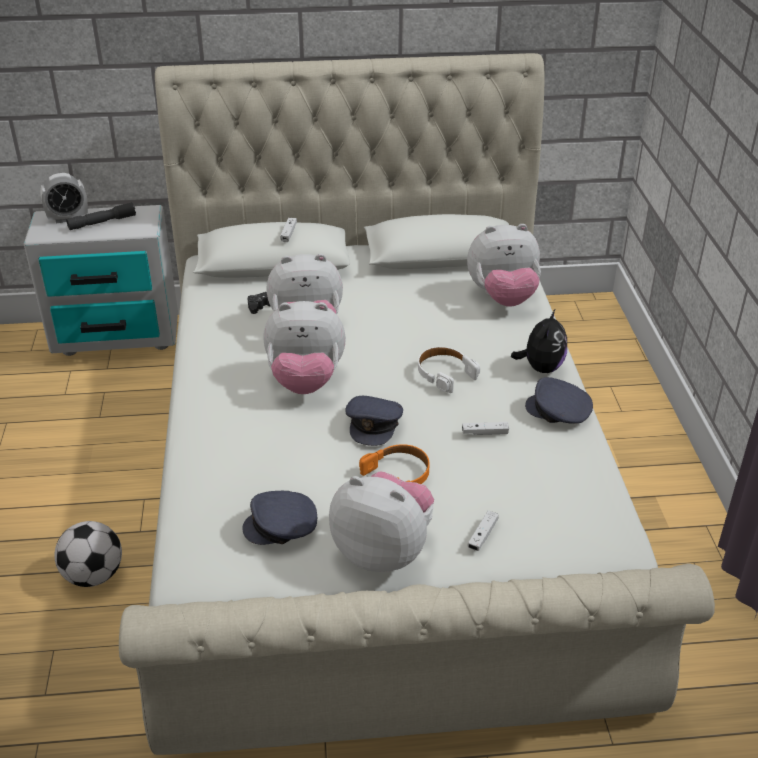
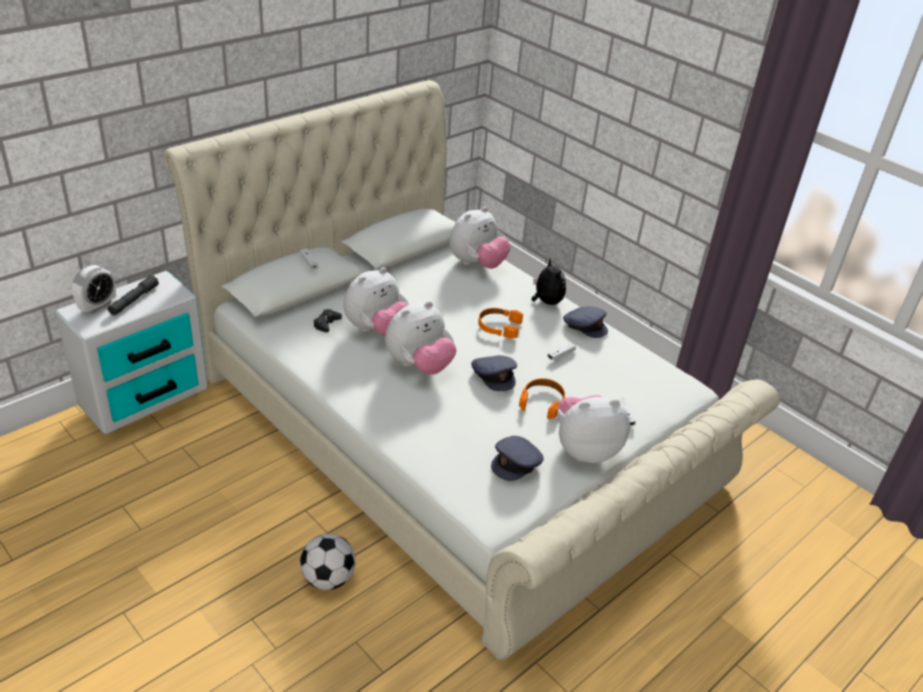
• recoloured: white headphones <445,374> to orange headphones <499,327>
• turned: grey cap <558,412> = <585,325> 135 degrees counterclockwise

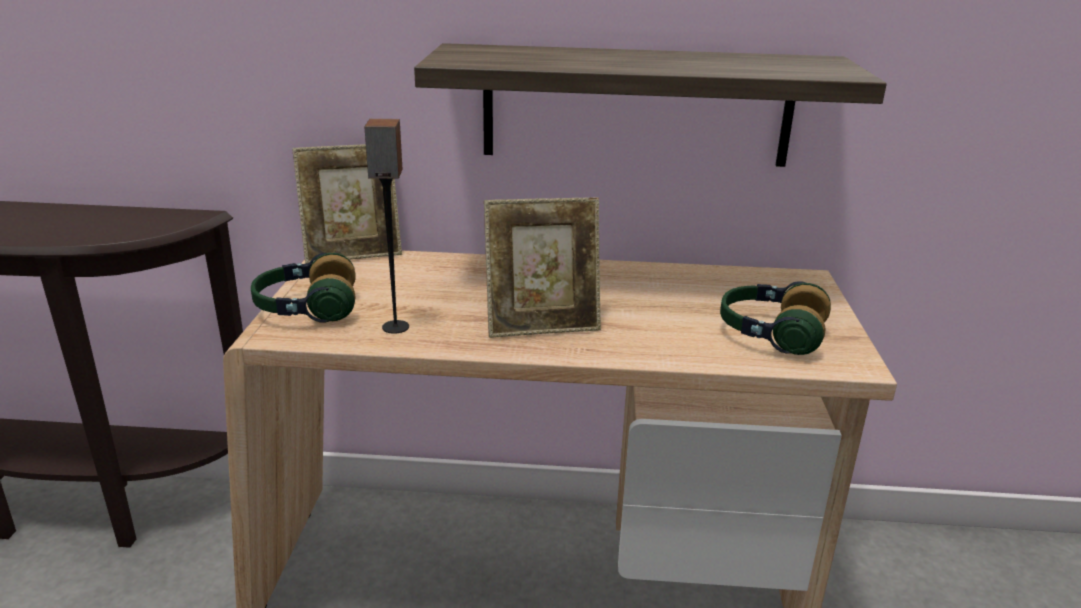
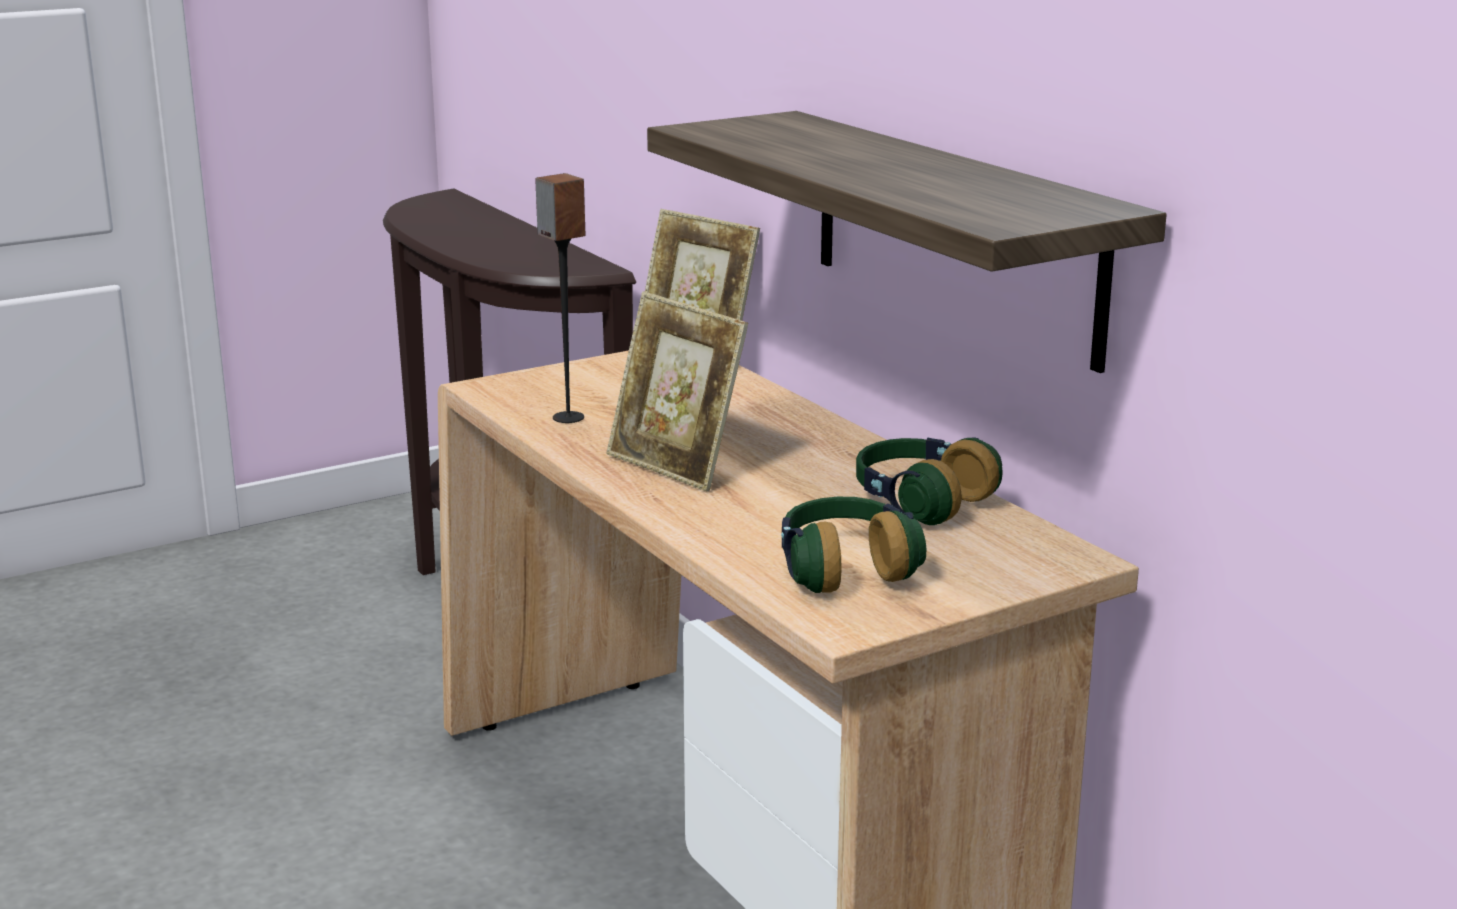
• moved: headphones <306,310> to <920,502>

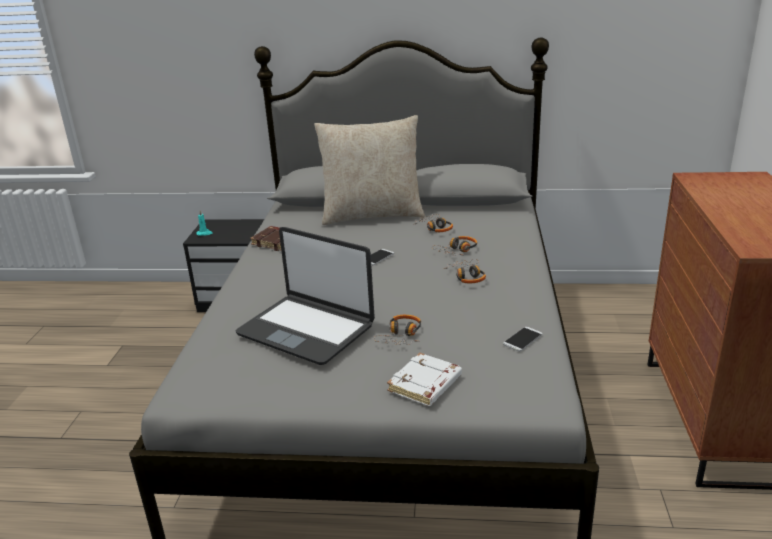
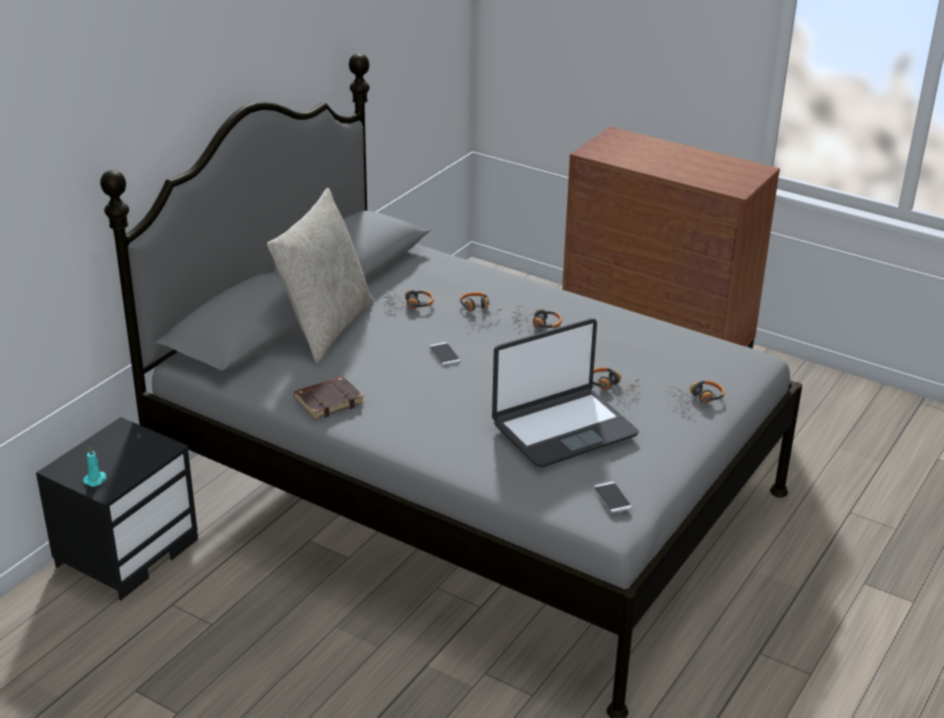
• moved: phone <523,339> to <612,498>
• replaced: white book <425,385> to headphones <697,399>

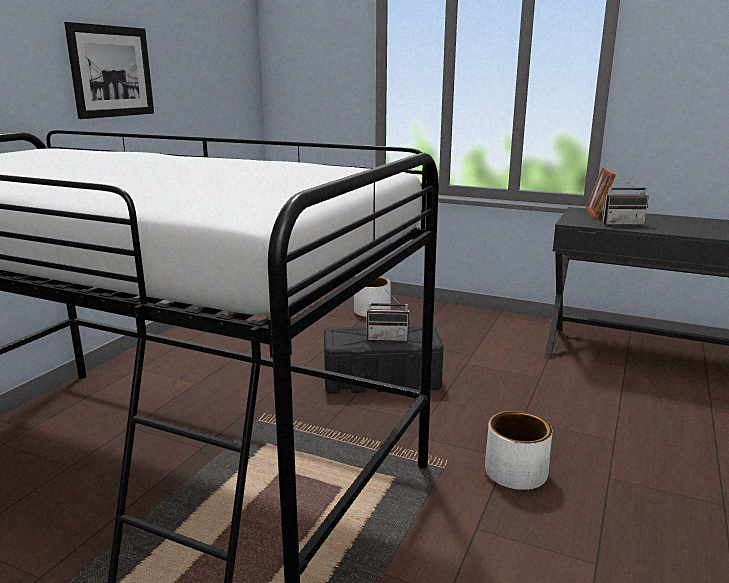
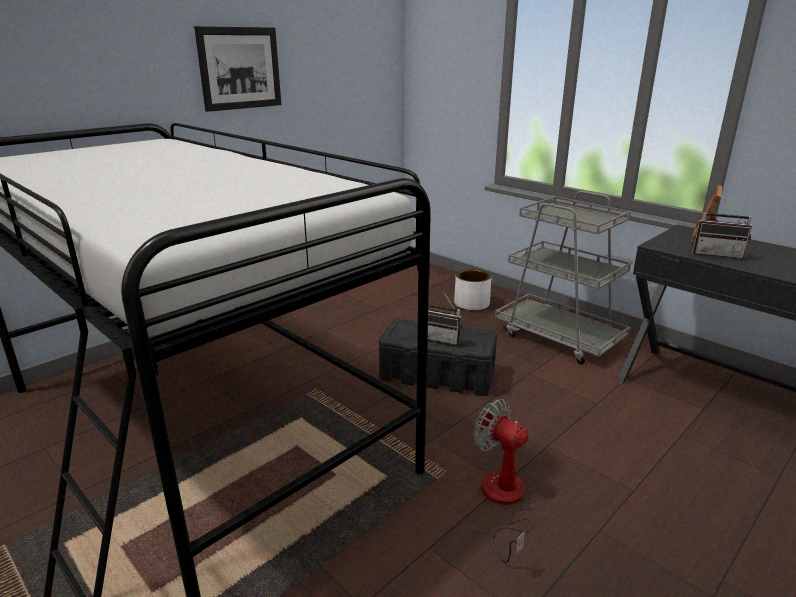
• replaced: white planter <516,473> to fan <504,501>
• added: grey cart <559,337>

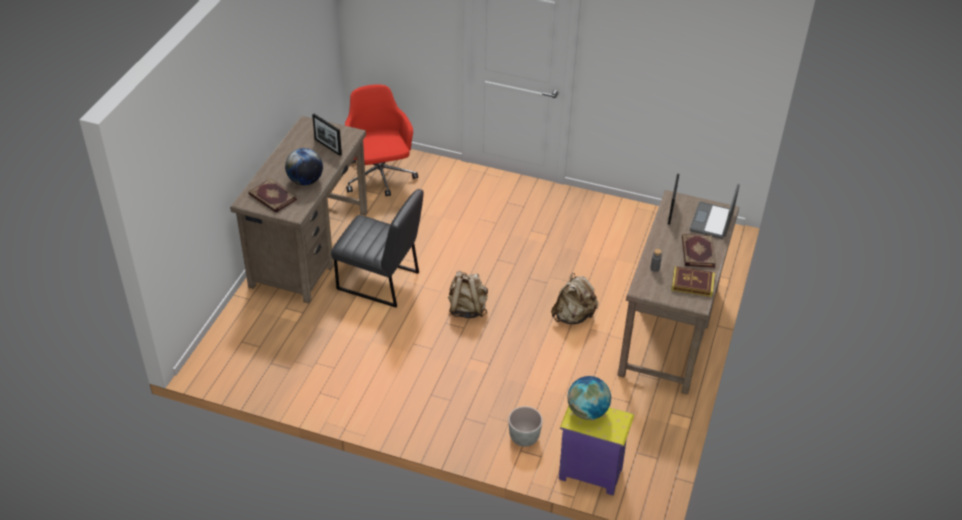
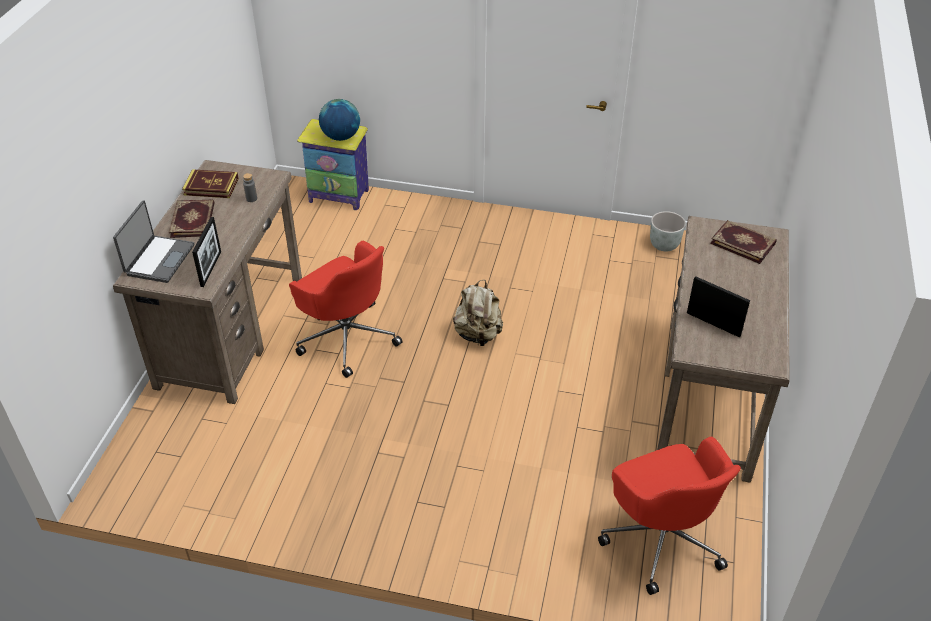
• removed: globe <305,181>
• removed: grey chair <380,281>
• replaced: beige backpack <573,316> to red office chair <347,337>
• moved: grey planter <524,438> to <663,245>

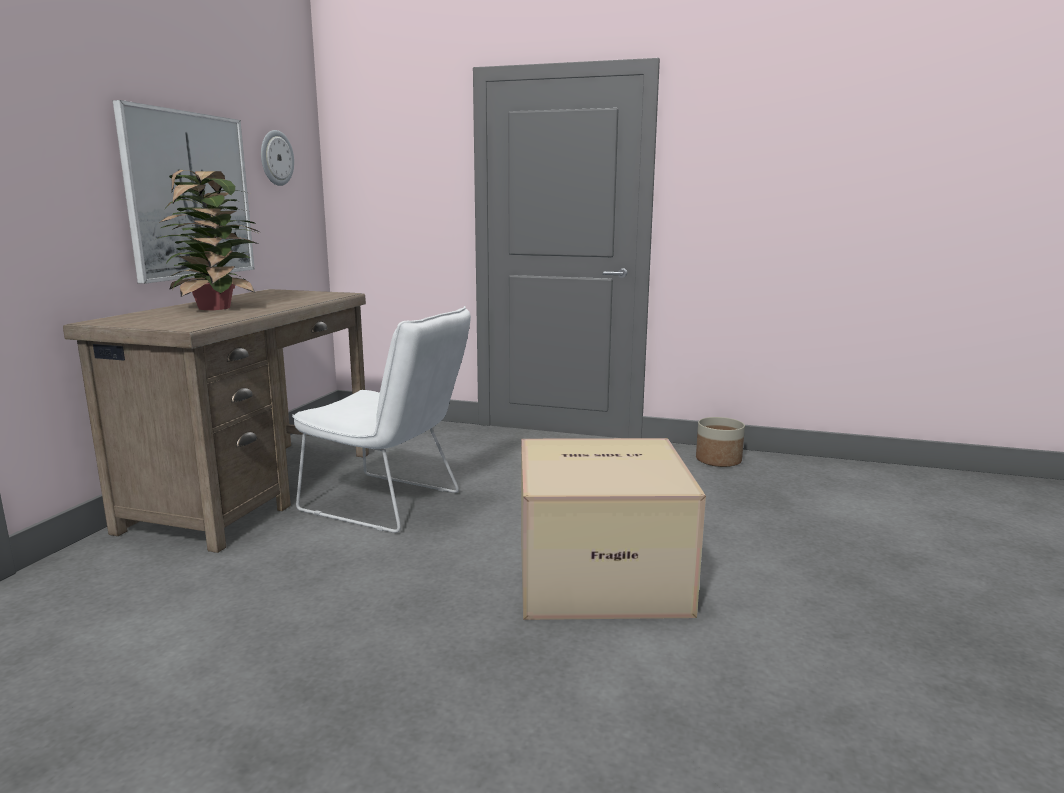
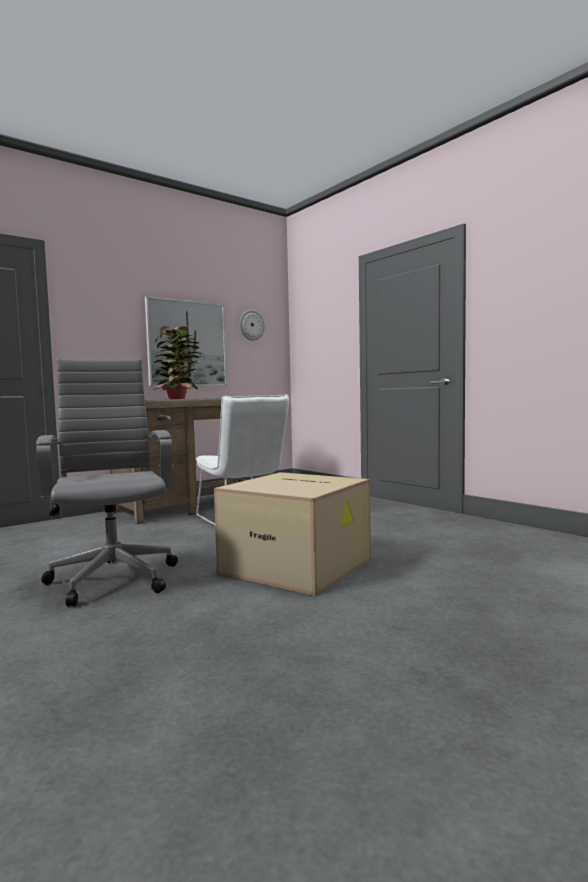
• removed: planter <719,460>
• added: grey office chair <113,578>

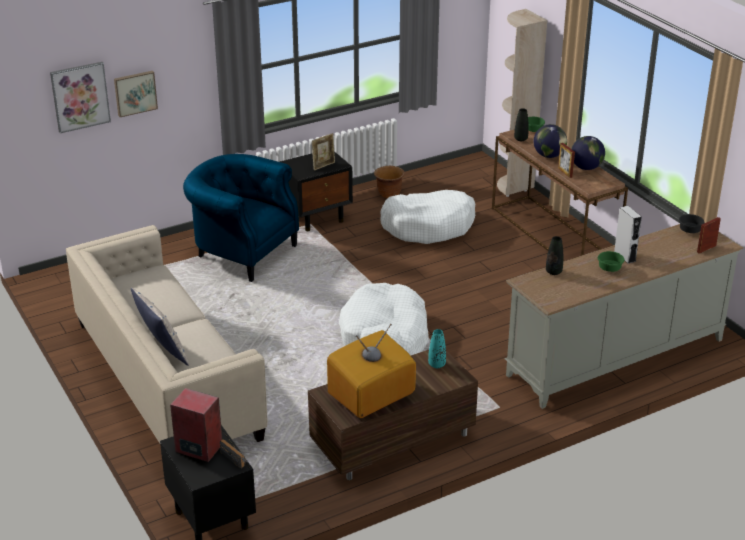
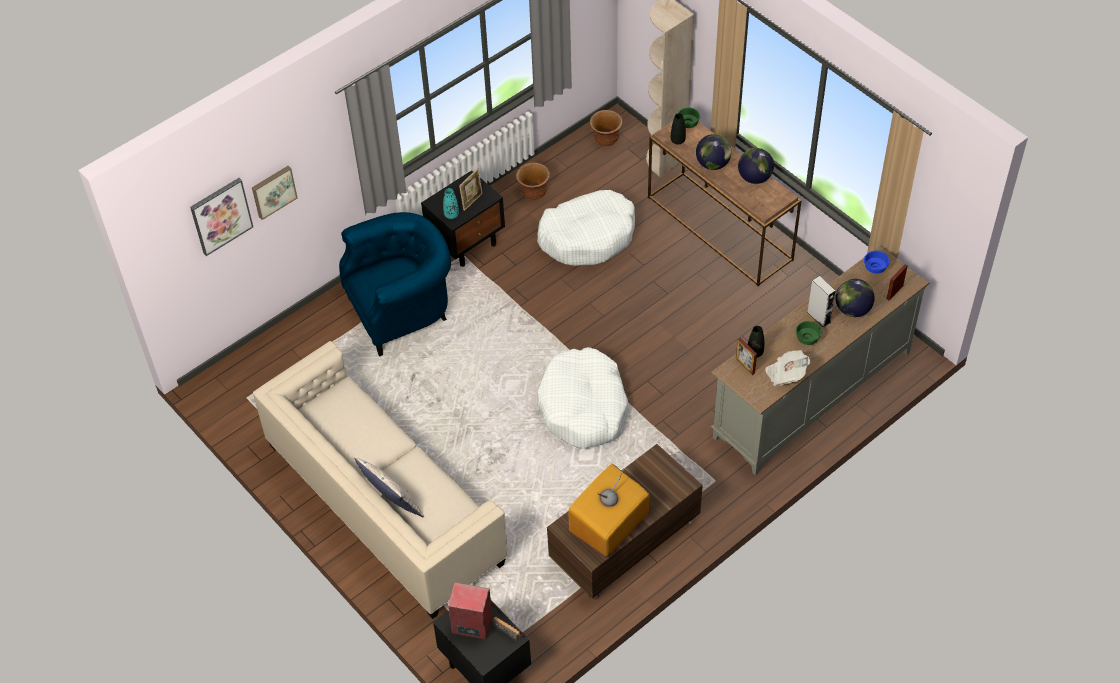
• moved: picture frame <565,172> to <745,366>
• turned: blue armchair <241,253> = <403,311> 135 degrees clockwise
• recoloured: black bowl <690,230> to blue bowl <875,267>
• moved: turquoise vase <436,365> to <451,215>
• added: brown planter <606,140>
• added: globe <852,309>
• added: newspaper <786,374>

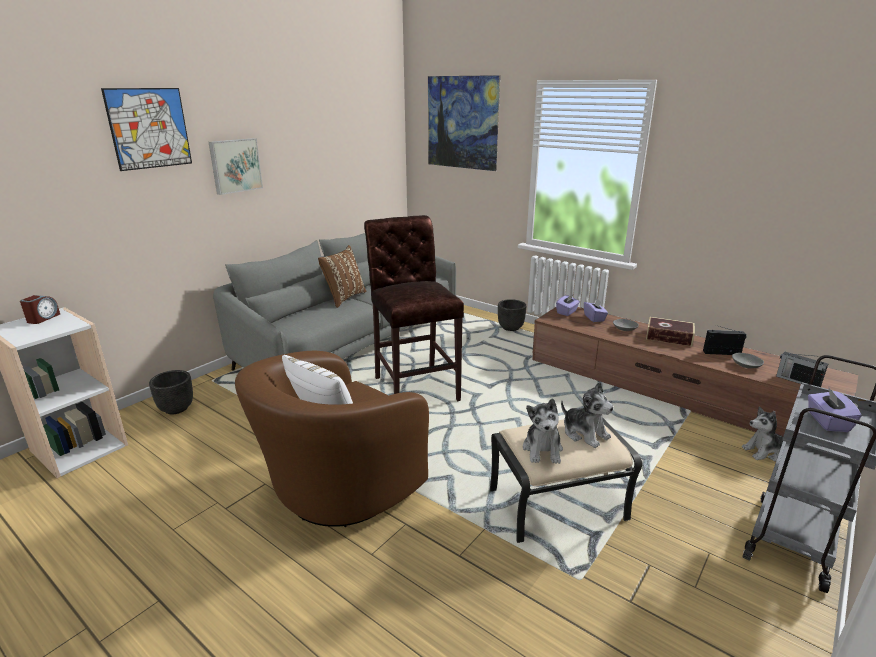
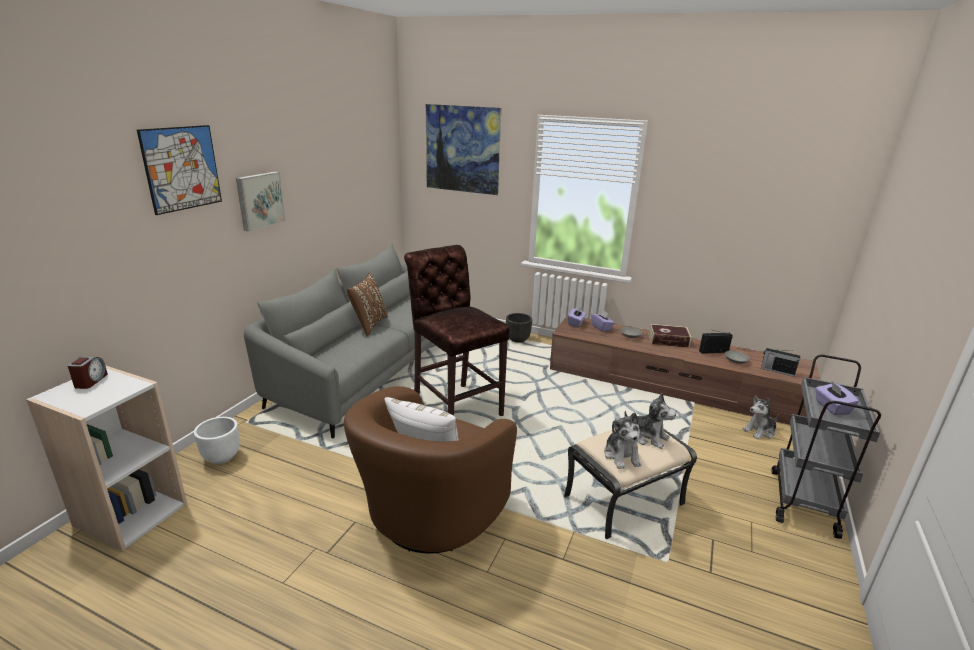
• recoloured: black planter <176,408> to white planter <221,457>

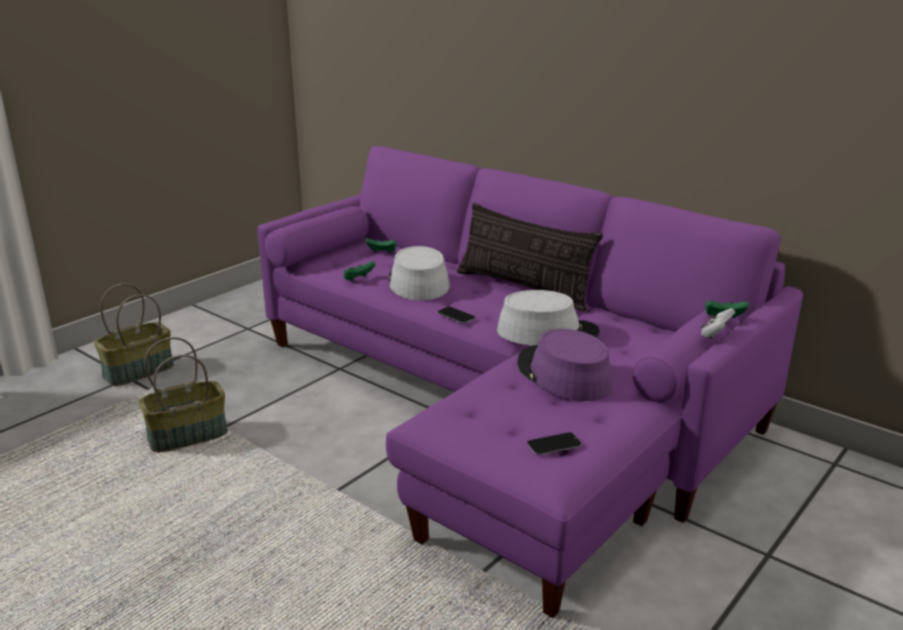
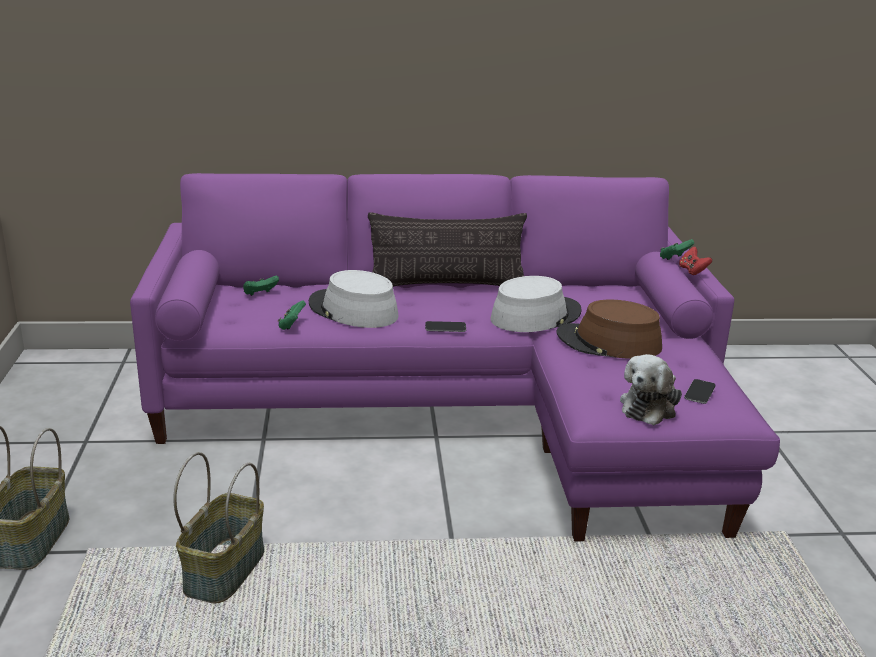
• recoloured: white game controller <715,334> to red game controller <692,271>
• recoloured: purple hat <563,375> to brown hat <608,342>
• added: plush toy <650,407>

